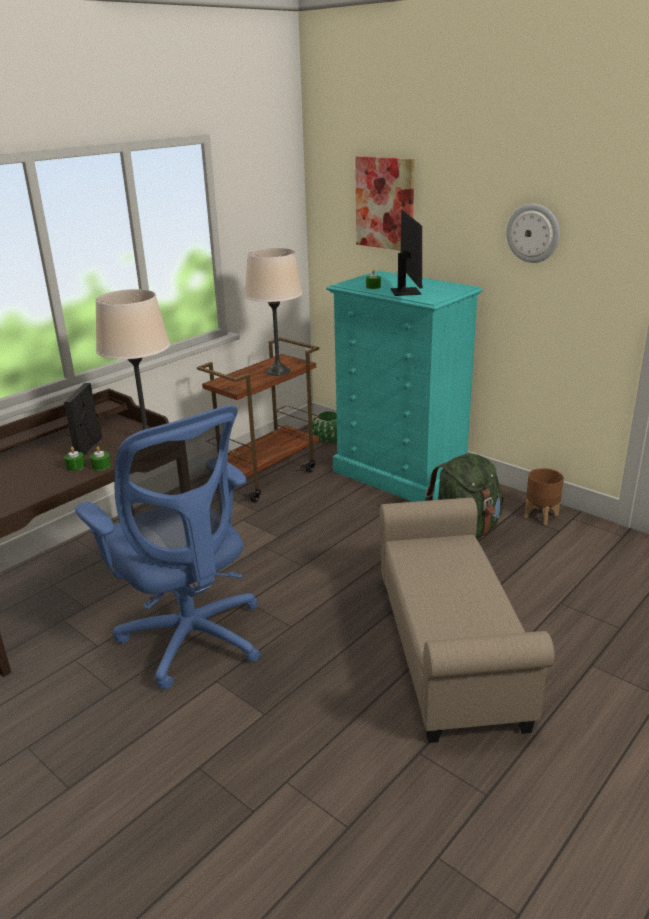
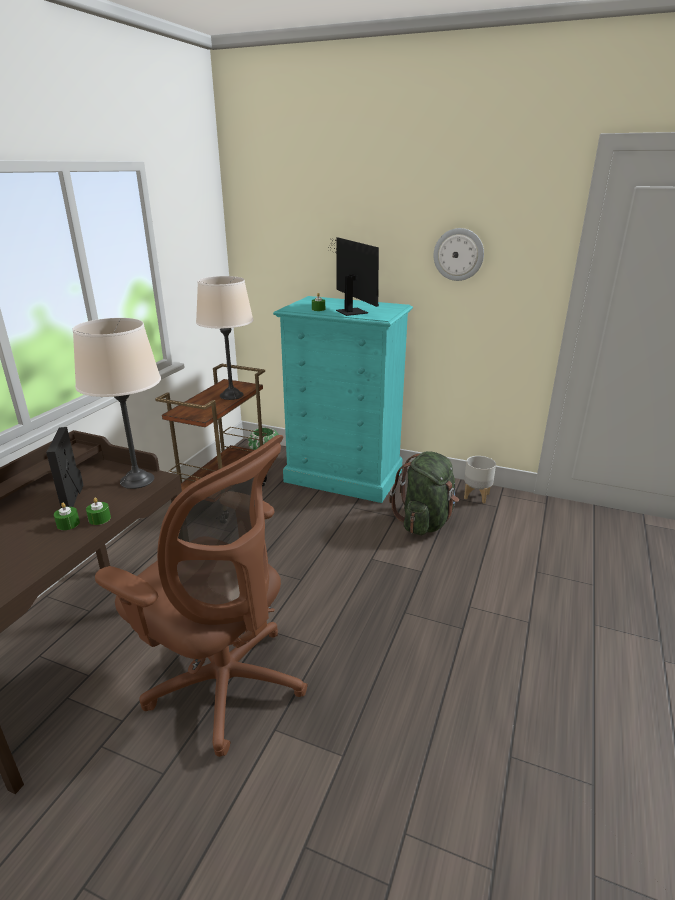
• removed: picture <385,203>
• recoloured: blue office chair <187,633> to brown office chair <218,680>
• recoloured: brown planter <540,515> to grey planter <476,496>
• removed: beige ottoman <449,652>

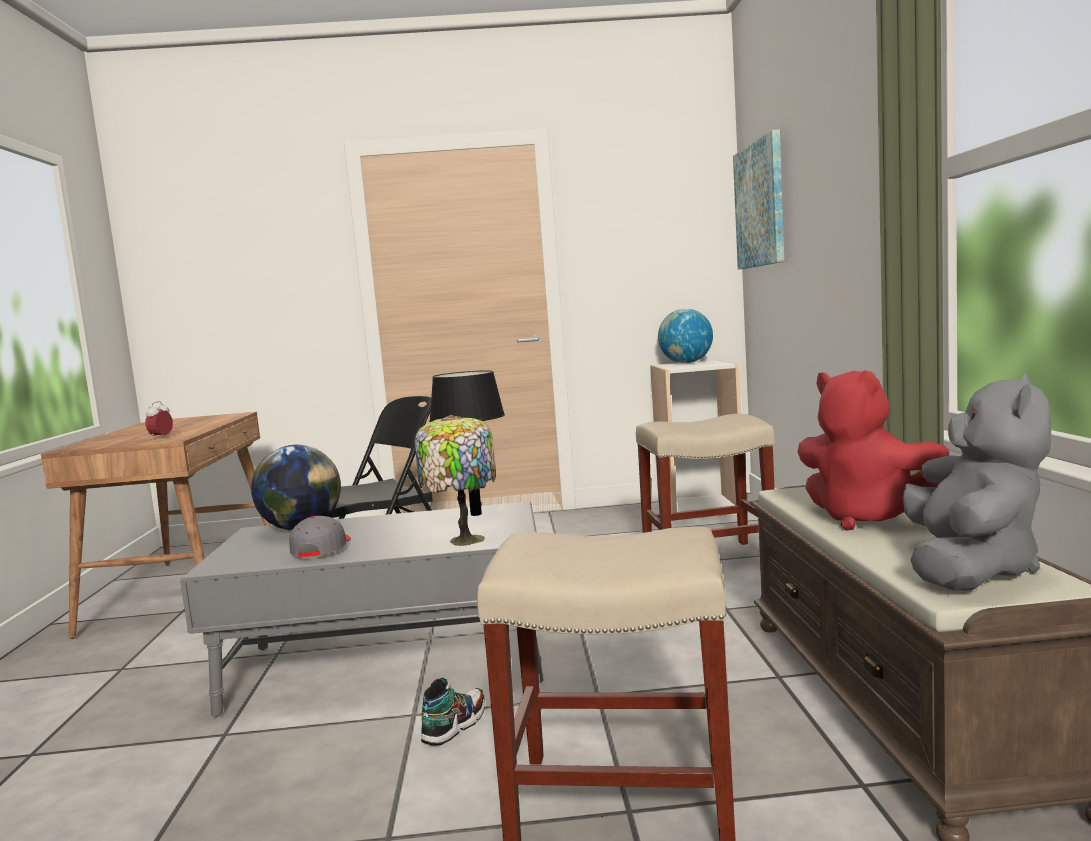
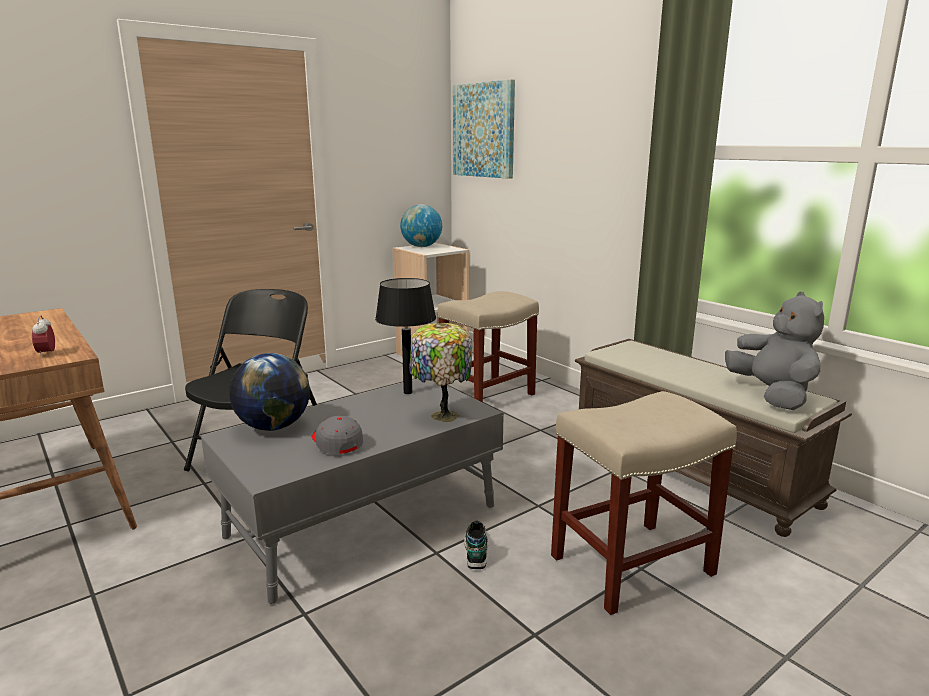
• removed: red plush toy <869,519>

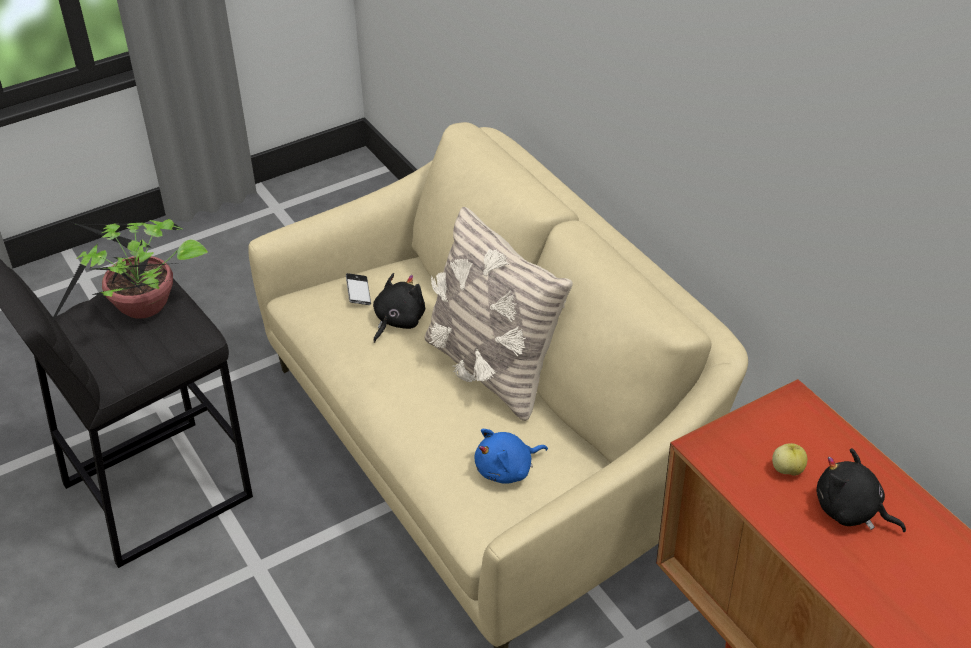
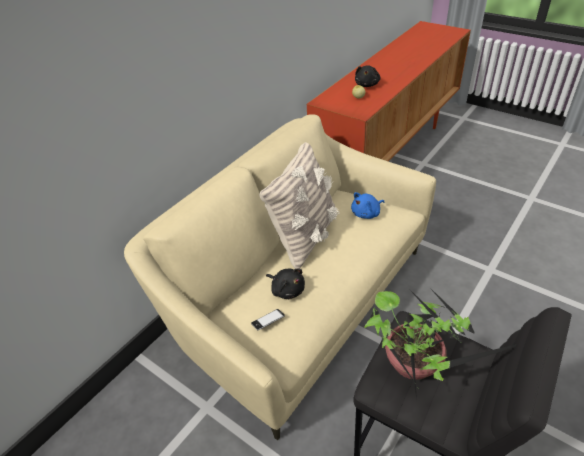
• turned: black plush toy <397,321> = <287,290> 150 degrees counterclockwise
• turned: blue plush toy <507,470> = <367,213> 105 degrees clockwise

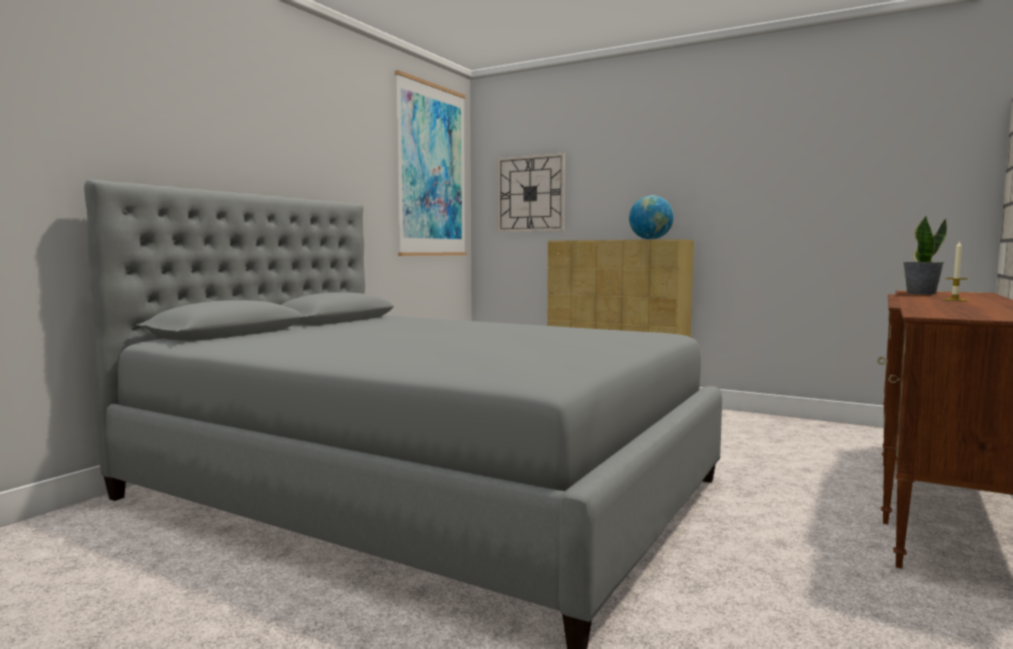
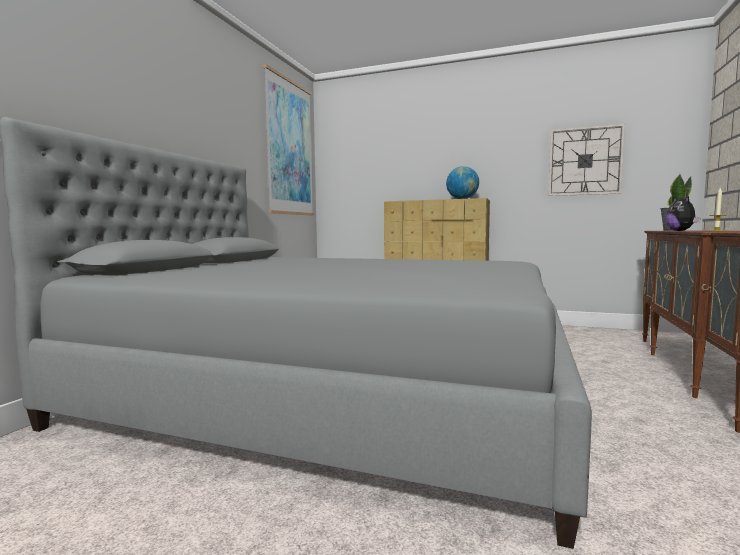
• moved: wall clock <530,193> to <585,161>
• added: plush toy <681,231>

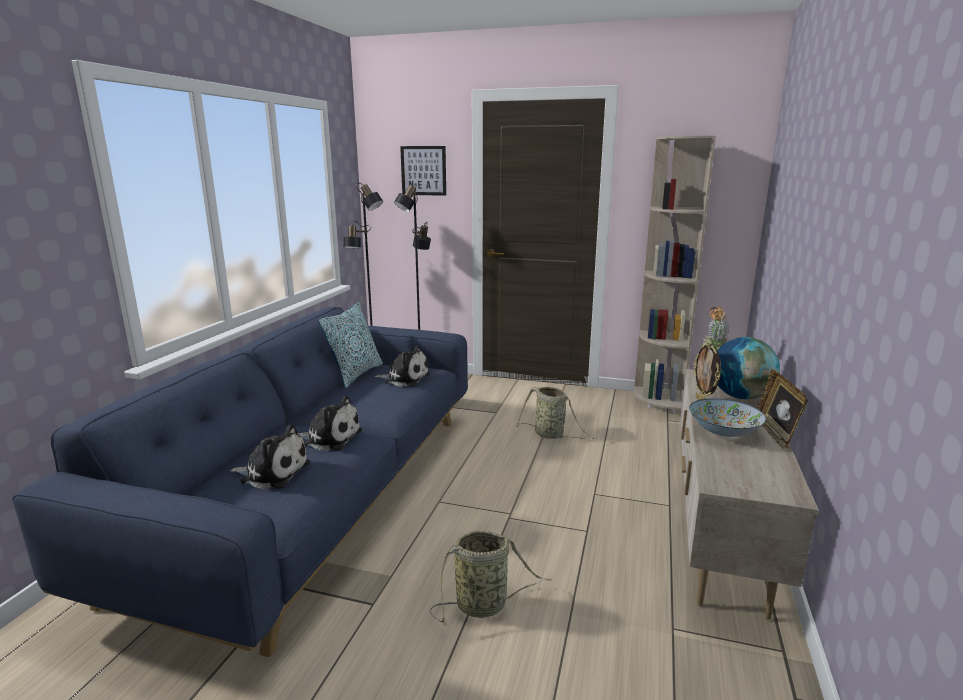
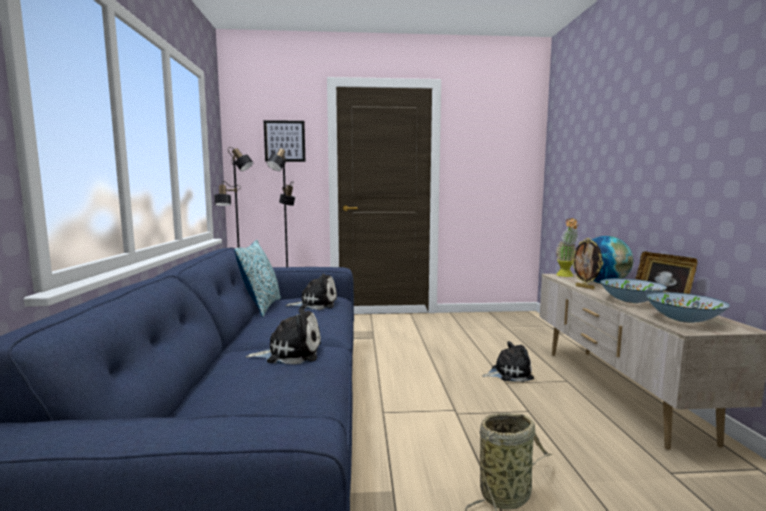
• removed: beige bookcase <658,404>
• removed: basket <551,435>
• moved: plush toy <272,473> to <509,373>
• added: bowl <684,320>

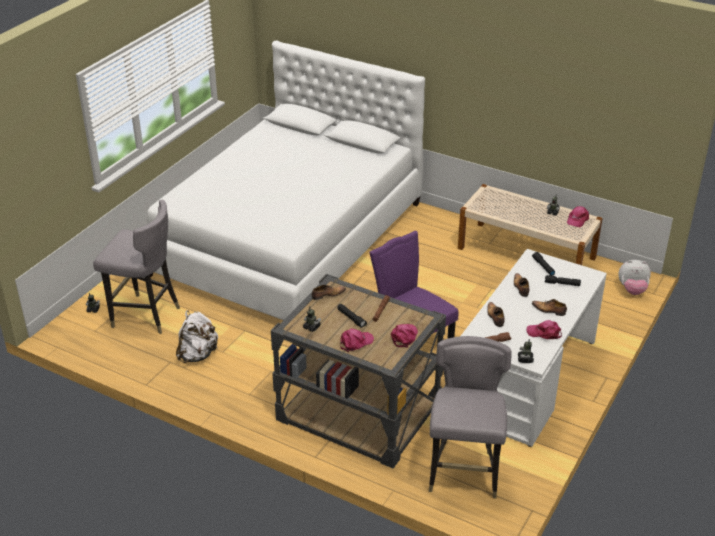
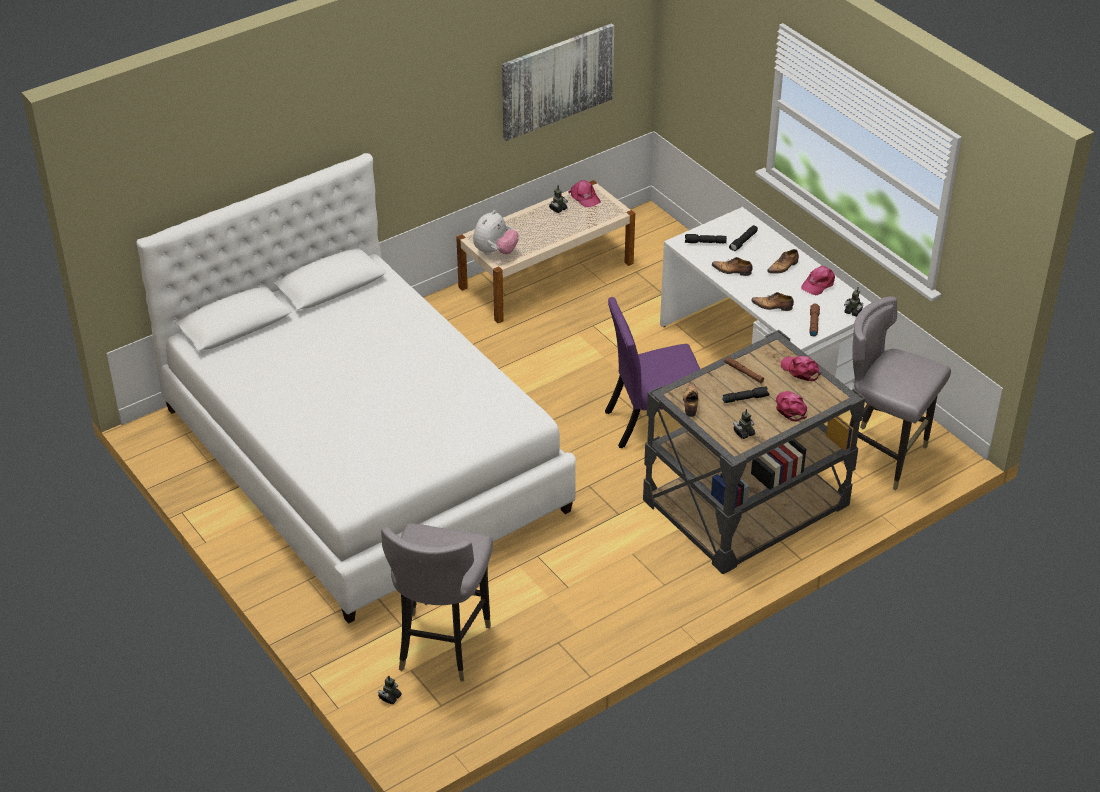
• turned: grey chair <145,315> = <441,645> 150 degrees clockwise
• moved: plush toy <632,290> to <495,252>
• removed: white backpack <197,354>
• added: picture <557,80>

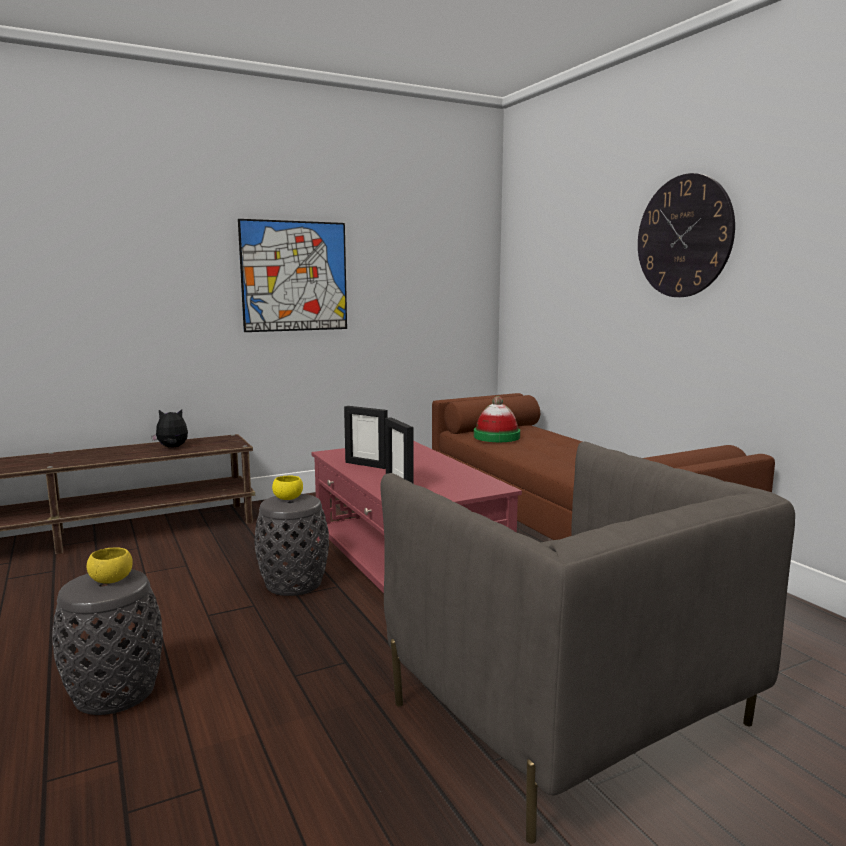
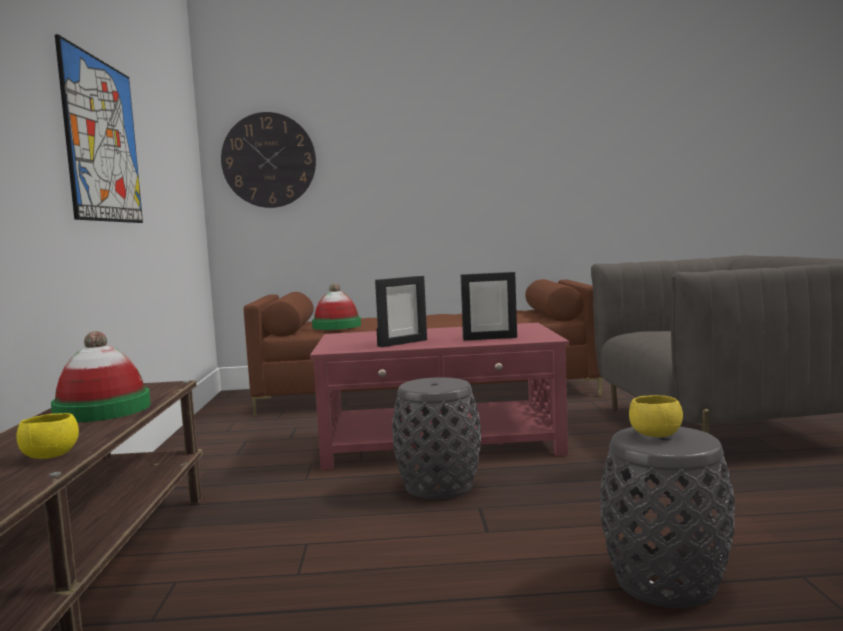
• moved: wall clock <684,236> to <269,160>
• replaced: plush toy <172,448> to hat <102,410>
• moved: yellow bowl <288,498> to <50,456>

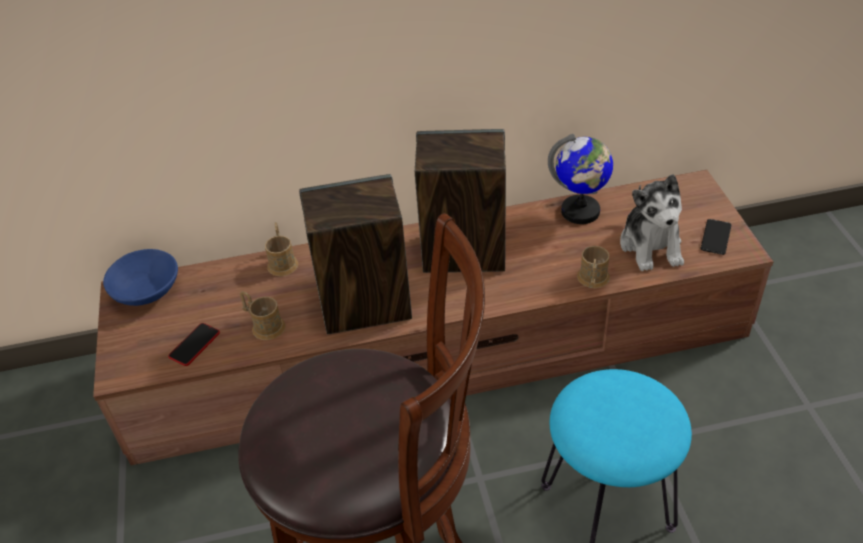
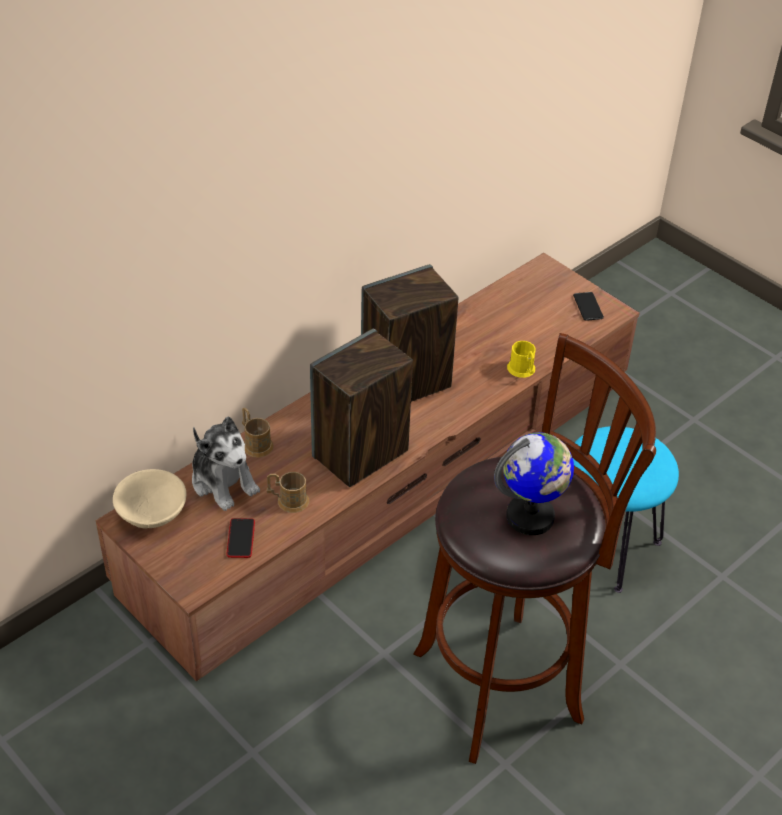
• moved: globe <580,212> to <530,517>
• moved: plush toy <651,245> to <223,482>
• recoloured: brown mug <593,280> to yellow mug <523,371>
• recoloured: blue bowl <146,292> to beige bowl <151,513>

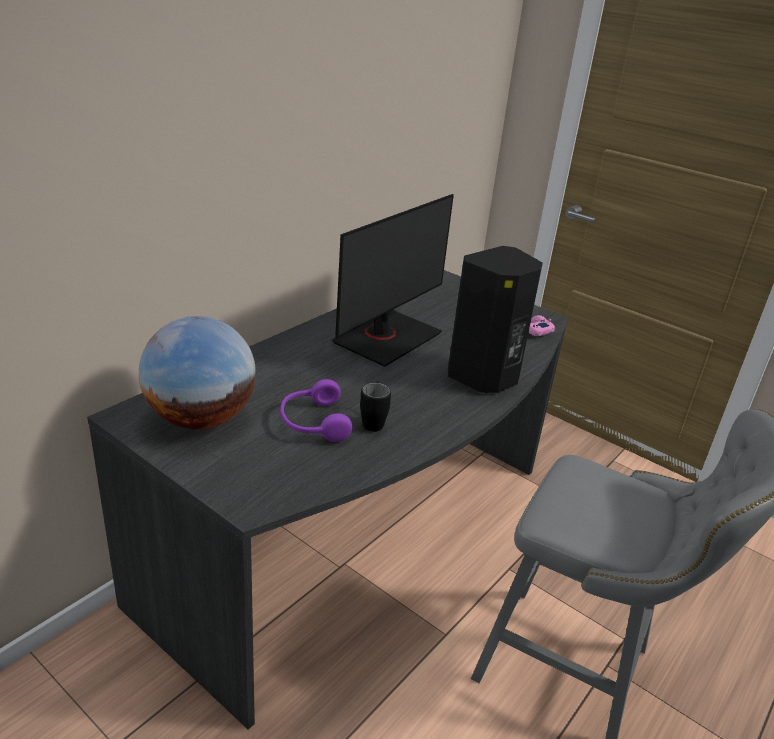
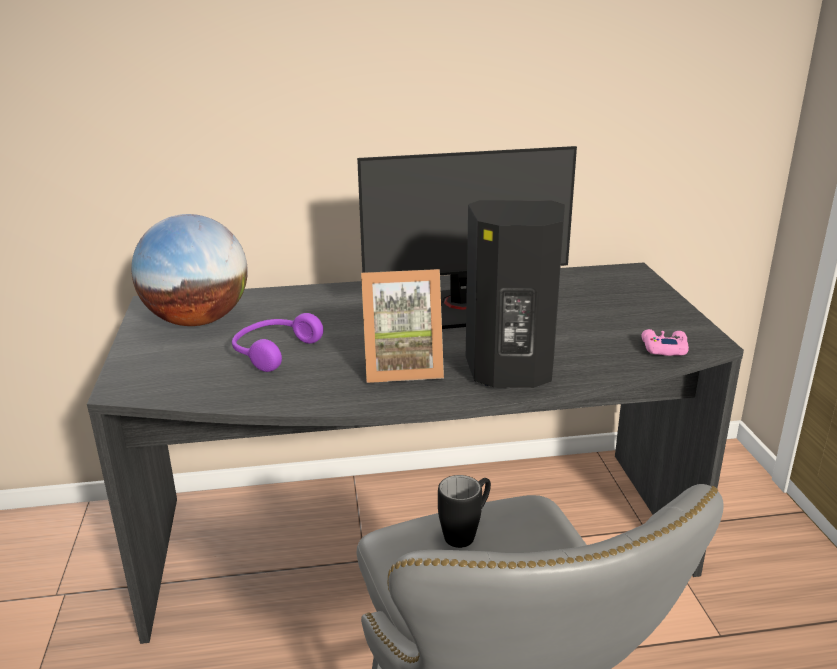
• moved: black mug <373,421> to <466,533>
• added: picture frame <402,367>

